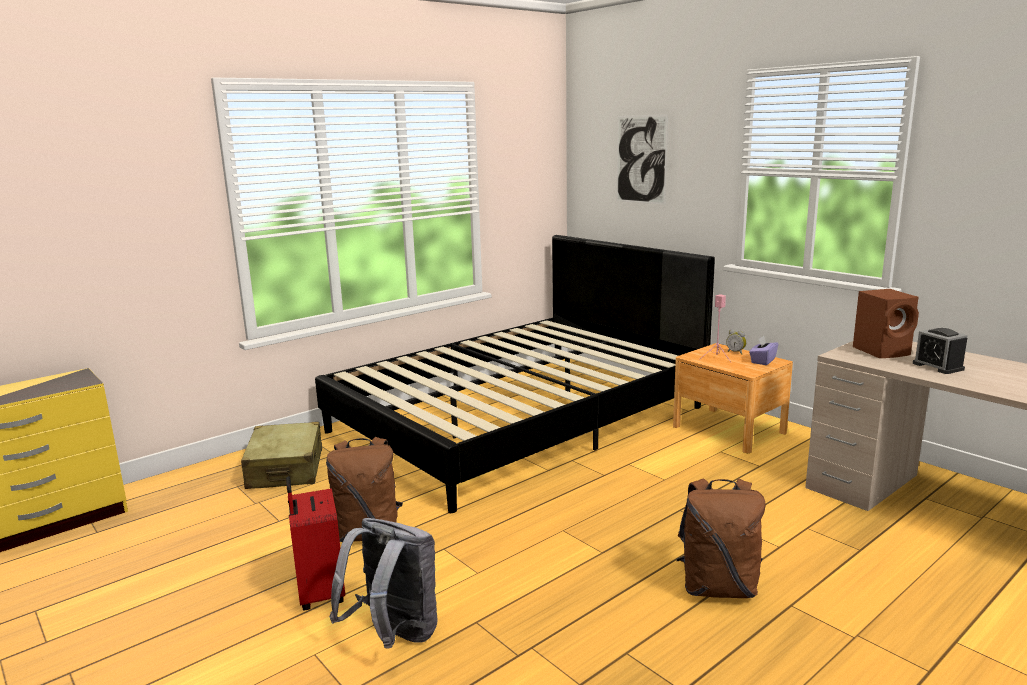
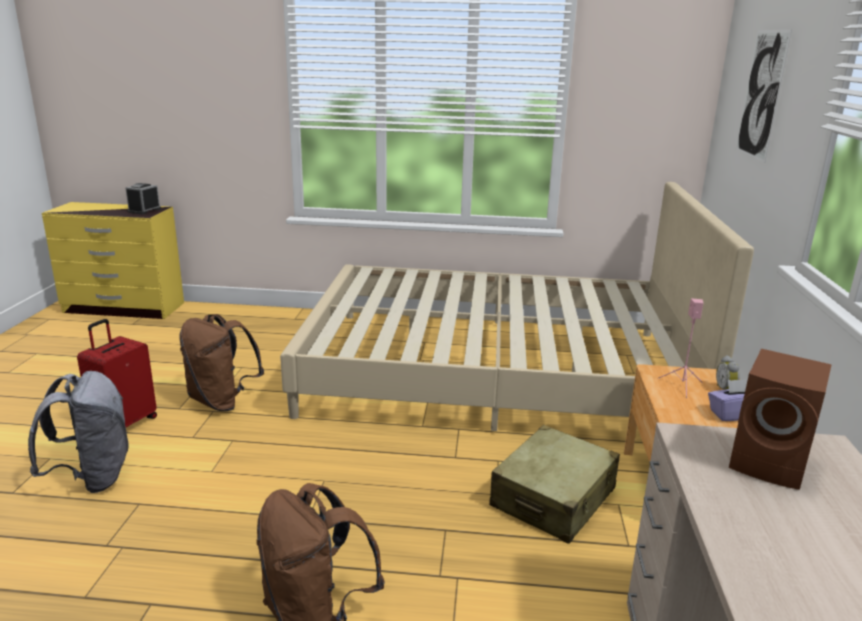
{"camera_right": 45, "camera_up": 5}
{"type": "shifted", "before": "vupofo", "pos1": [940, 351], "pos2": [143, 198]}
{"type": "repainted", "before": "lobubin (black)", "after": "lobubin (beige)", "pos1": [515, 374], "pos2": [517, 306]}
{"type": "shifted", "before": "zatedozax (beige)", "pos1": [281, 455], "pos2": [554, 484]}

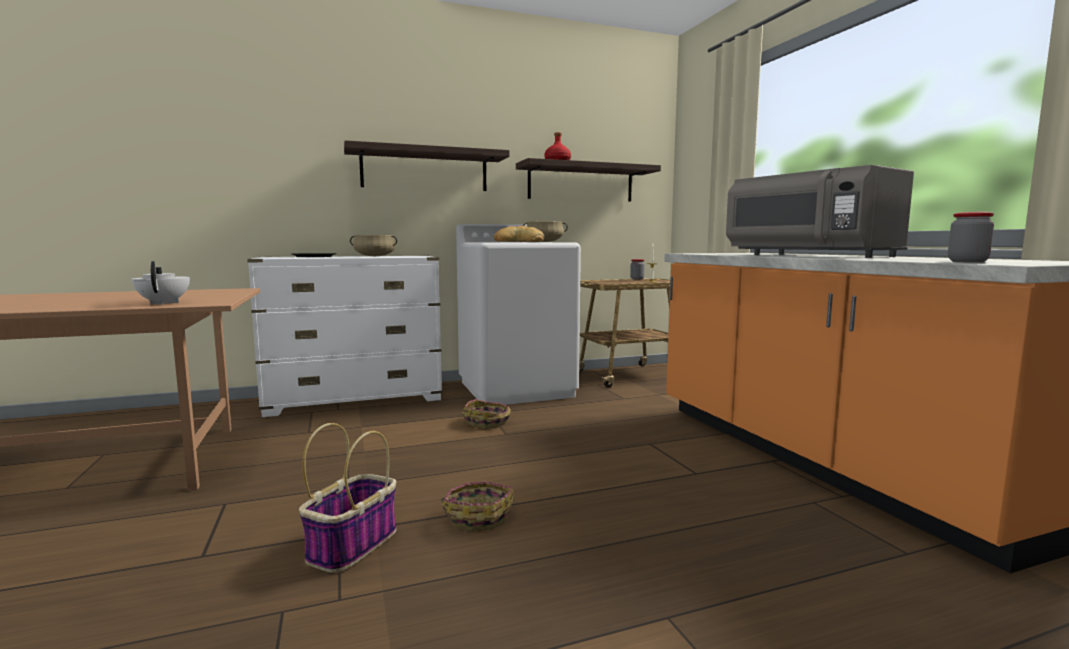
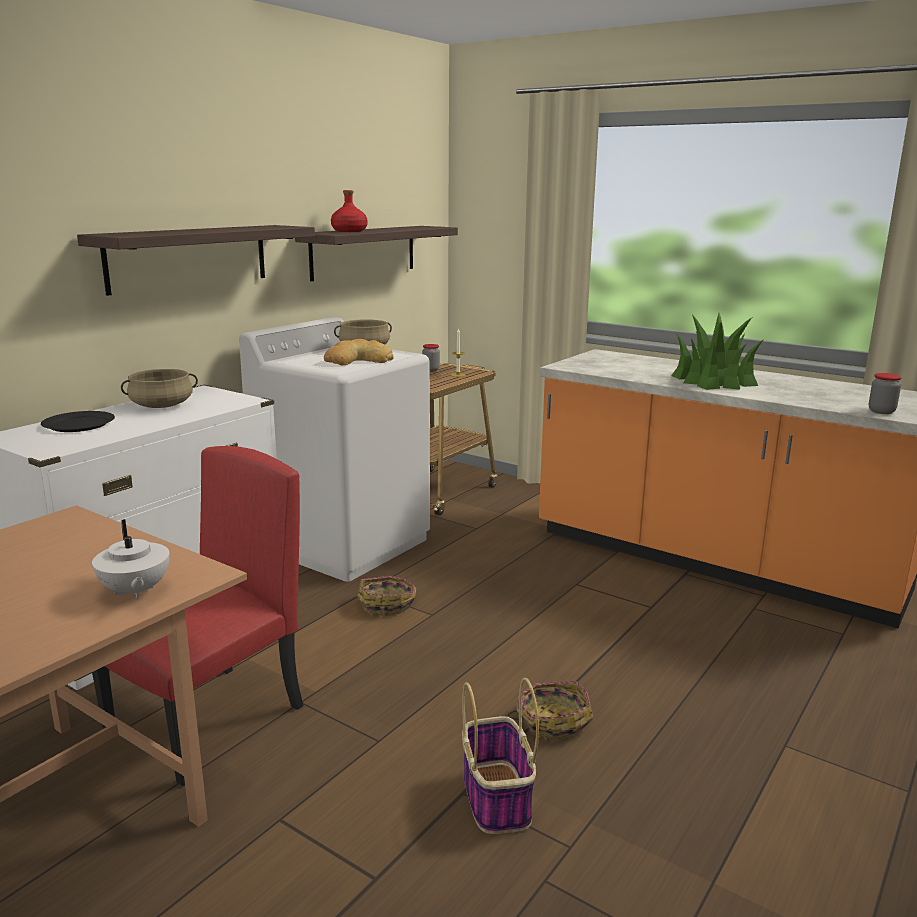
{"camera_right": -35, "camera_up": 10}
{"type": "new", "after": "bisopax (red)", "pos2": [198, 616]}
{"type": "rotated", "before": "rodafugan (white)", "pos1": [160, 283], "pos2": [131, 559], "turn": -150}
{"type": "swapped", "before": "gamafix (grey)", "after": "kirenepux", "pos1": [820, 211], "pos2": [717, 351]}

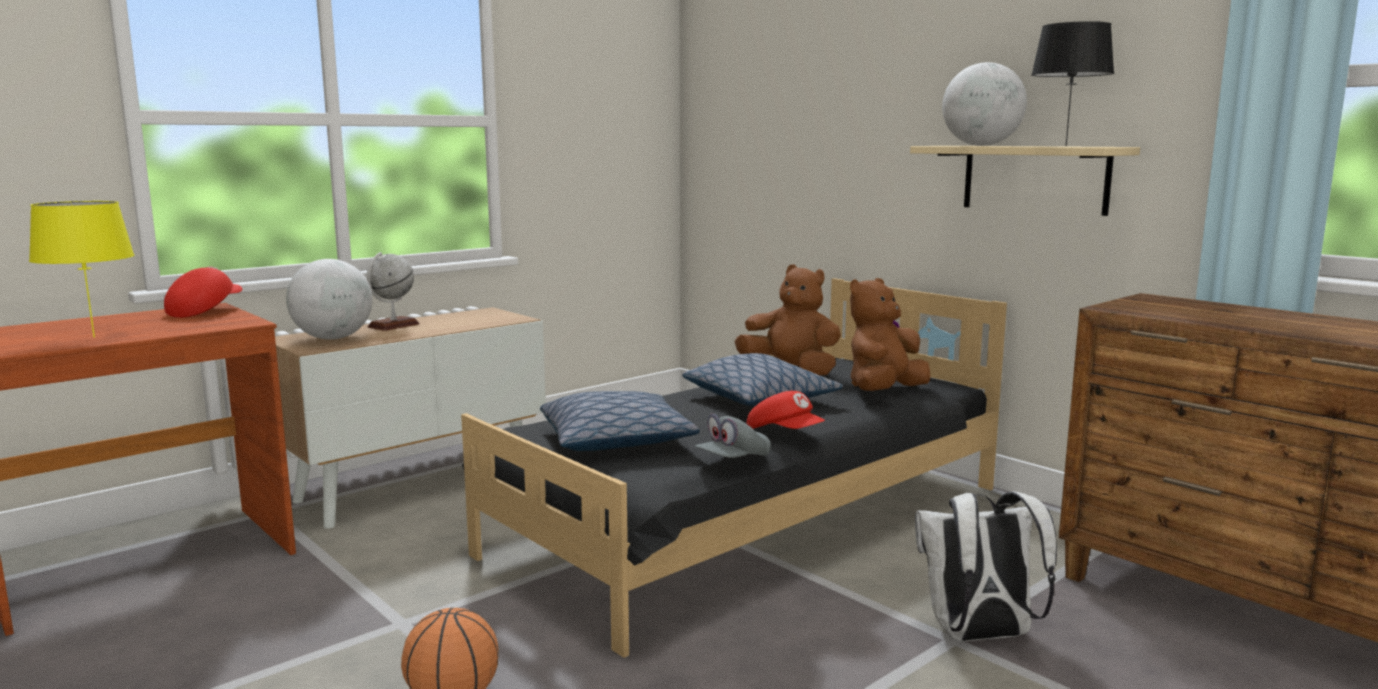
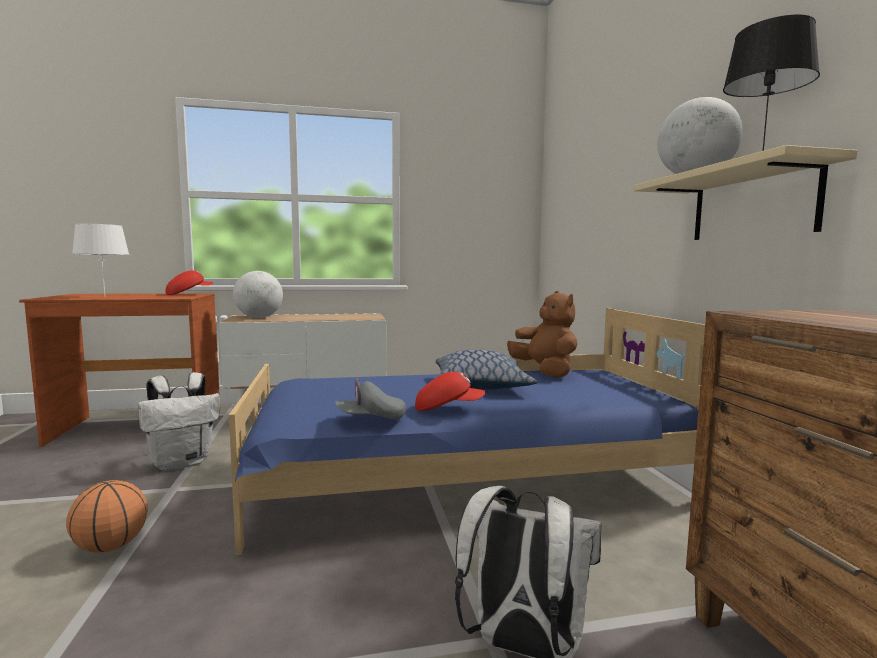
{"camera_right": 30, "camera_up": -5}
{"type": "repainted", "before": "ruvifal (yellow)", "after": "ruvifal (white)", "pos1": [82, 269], "pos2": [100, 259]}
{"type": "new", "after": "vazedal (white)", "pos2": [179, 421]}
{"type": "repainted", "before": "lobubin (black)", "after": "lobubin (blue)", "pos1": [734, 468], "pos2": [467, 431]}
{"type": "rotated", "before": "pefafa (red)", "pos1": [786, 410], "pos2": [450, 391], "turn": -75}
{"type": "gone", "before": "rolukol", "pos1": [393, 291]}
{"type": "gone", "before": "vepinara", "pos1": [620, 421]}
{"type": "gone", "before": "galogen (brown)", "pos1": [890, 334]}

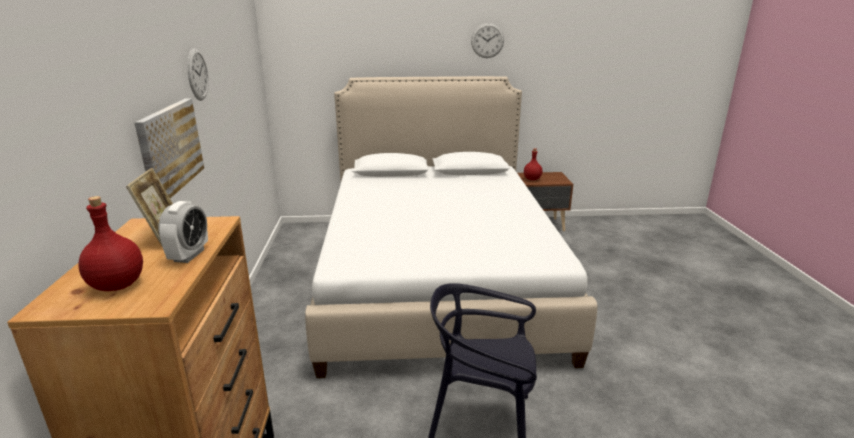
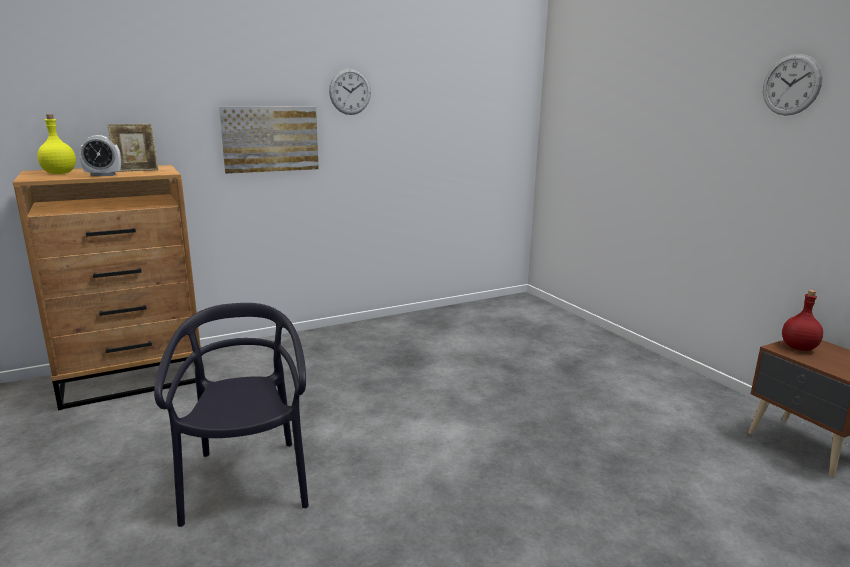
{"camera_right": 65, "camera_up": -5}
{"type": "repainted", "before": "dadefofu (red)", "after": "dadefofu (yellow)", "pos1": [110, 243], "pos2": [56, 144]}
{"type": "gone", "before": "lobubin", "pos1": [451, 227]}

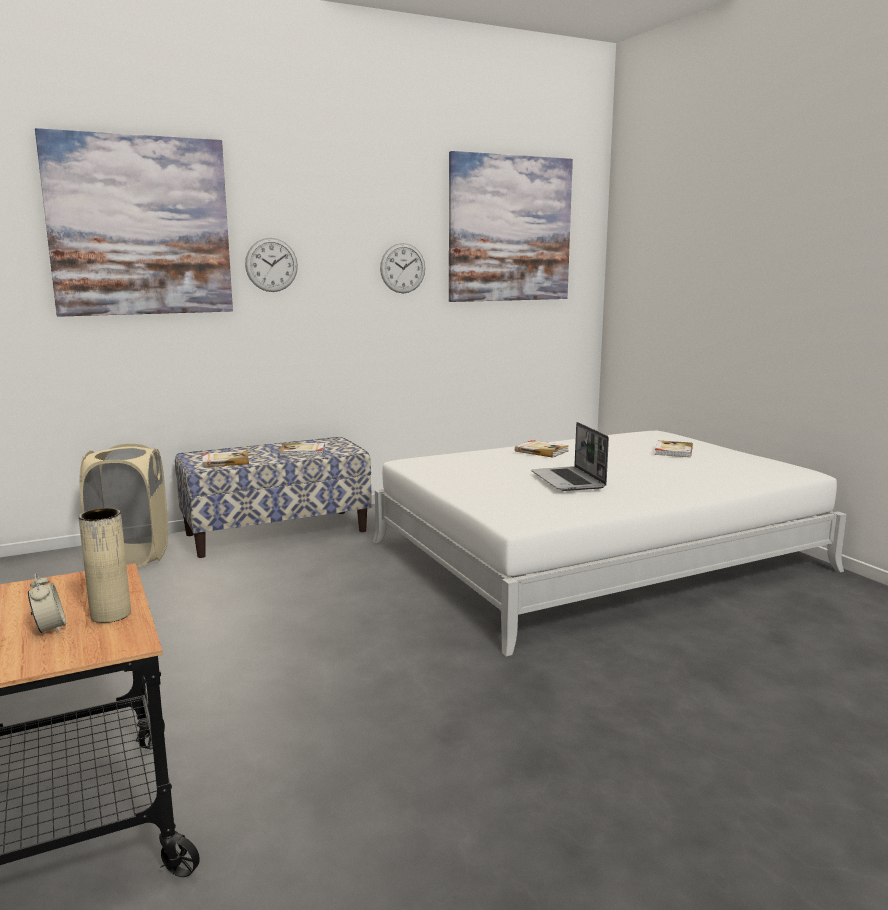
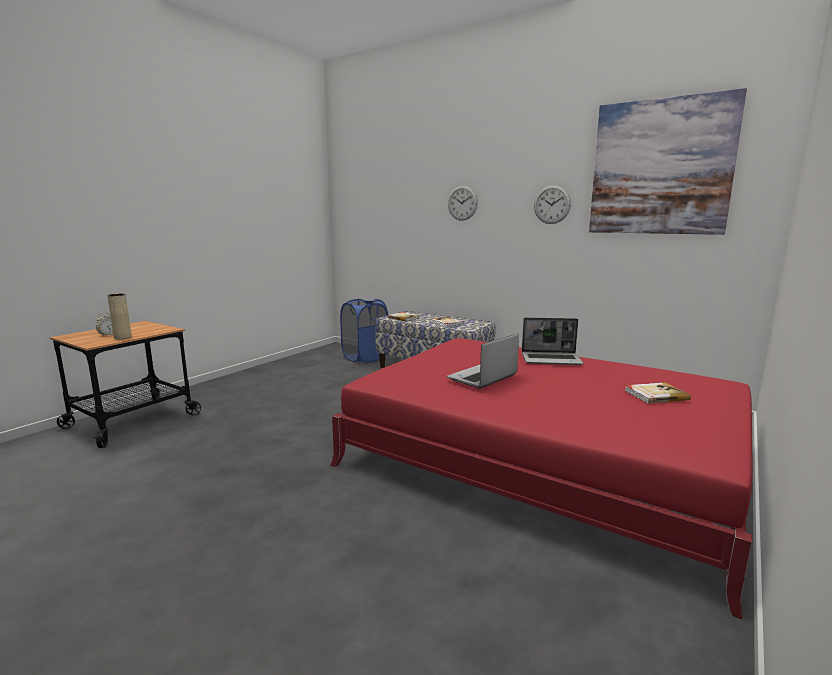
{"camera_right": 60, "camera_up": 0}
{"type": "repainted", "before": "lobubin (white)", "after": "lobubin (red)", "pos1": [610, 544], "pos2": [542, 479]}
{"type": "repainted", "before": "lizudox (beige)", "after": "lizudox (blue)", "pos1": [123, 506], "pos2": [364, 331]}
{"type": "swapped", "before": "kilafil", "after": "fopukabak", "pos1": [542, 449], "pos2": [553, 341]}
{"type": "gone", "before": "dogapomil", "pos1": [134, 222]}

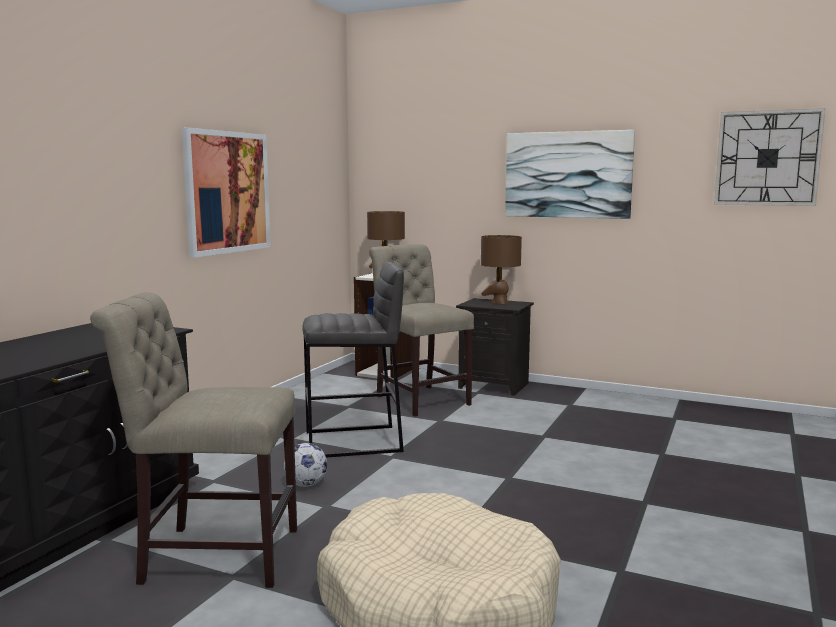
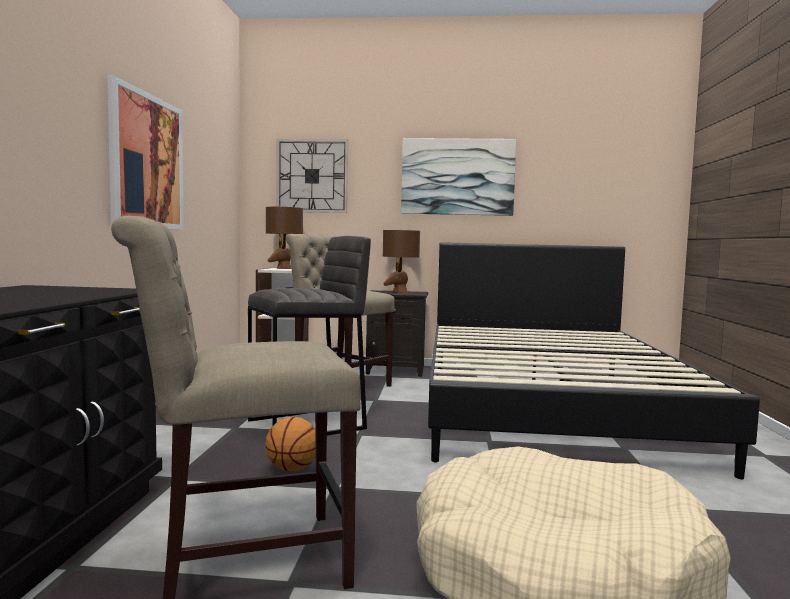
{"camera_right": -20, "camera_up": -5}
{"type": "swapped", "before": "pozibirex", "after": "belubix", "pos1": [305, 465], "pos2": [290, 444]}
{"type": "shifted", "before": "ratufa", "pos1": [770, 157], "pos2": [312, 176]}
{"type": "new", "after": "lobubin (black)", "pos2": [594, 361]}

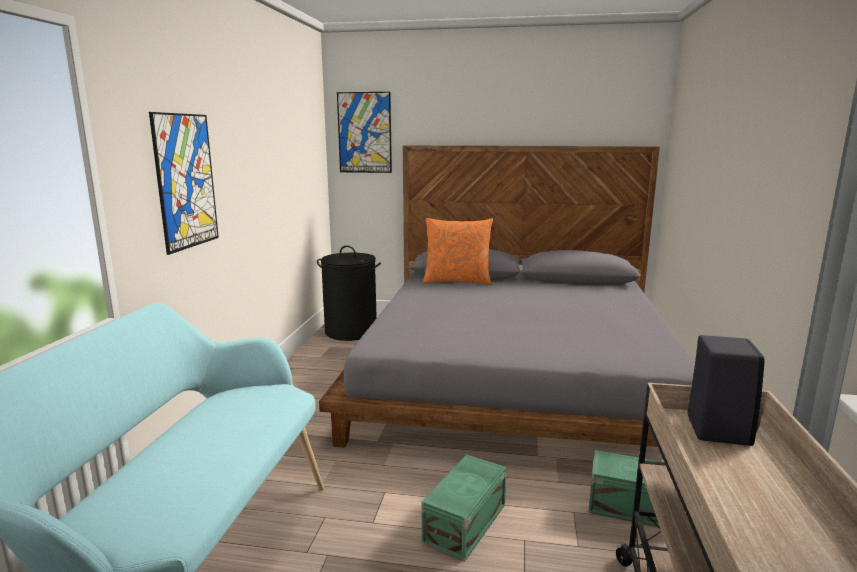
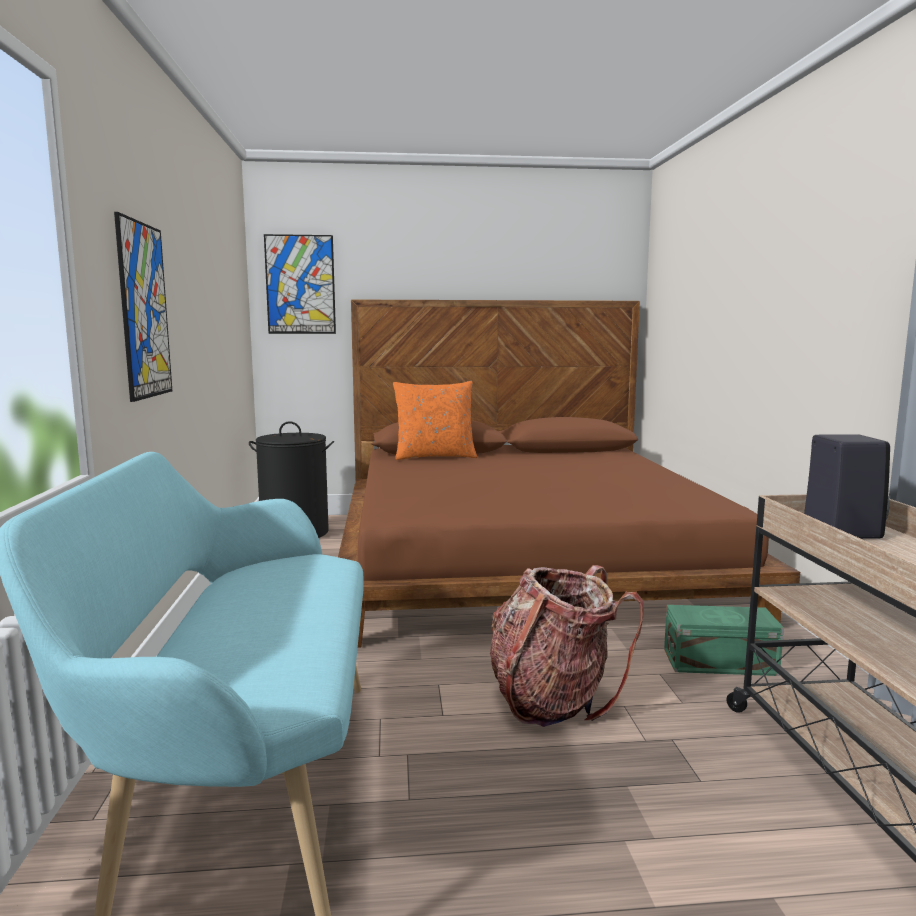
{"camera_right": -15, "camera_up": -5}
{"type": "repainted", "before": "lobubin (grey)", "after": "lobubin (brown)", "pos1": [507, 296], "pos2": [569, 473]}
{"type": "swapped", "before": "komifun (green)", "after": "vazedal", "pos1": [464, 508], "pos2": [567, 646]}

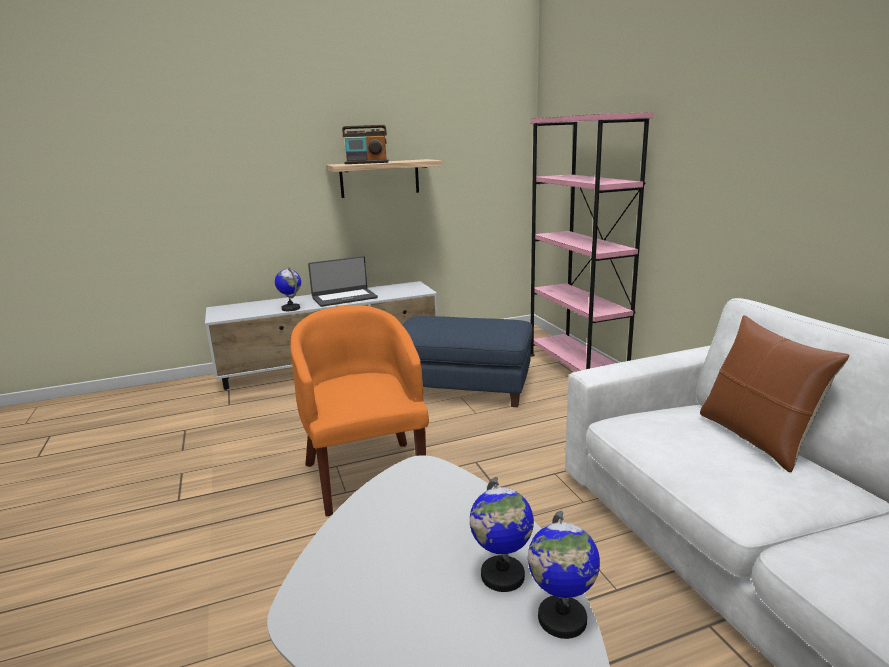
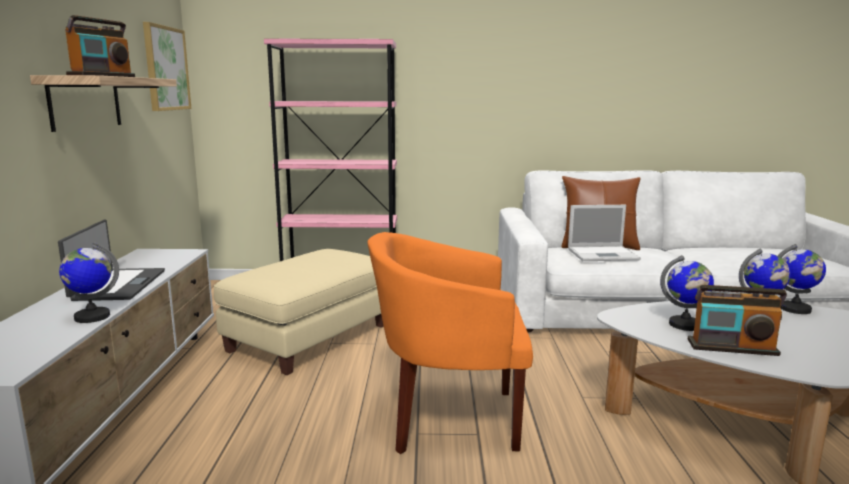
{"camera_right": -70, "camera_up": -5}
{"type": "new", "after": "dogapomil", "pos2": [167, 66]}
{"type": "repainted", "before": "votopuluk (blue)", "after": "votopuluk (beige)", "pos1": [467, 361], "pos2": [299, 312]}
{"type": "new", "after": "fopukabak", "pos2": [604, 233]}
{"type": "new", "after": "rolukol", "pos2": [687, 293]}
{"type": "new", "after": "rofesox", "pos2": [737, 320]}

